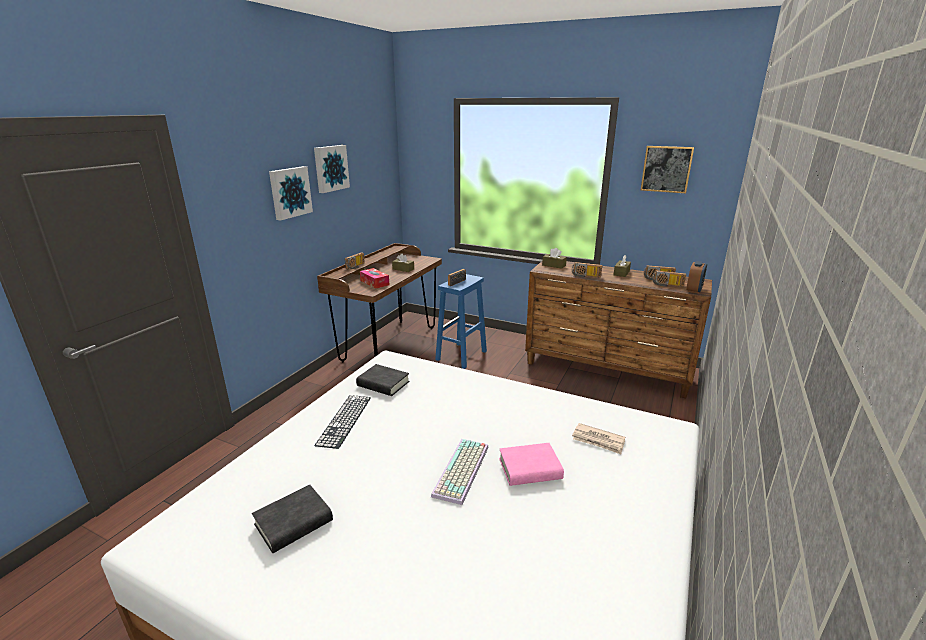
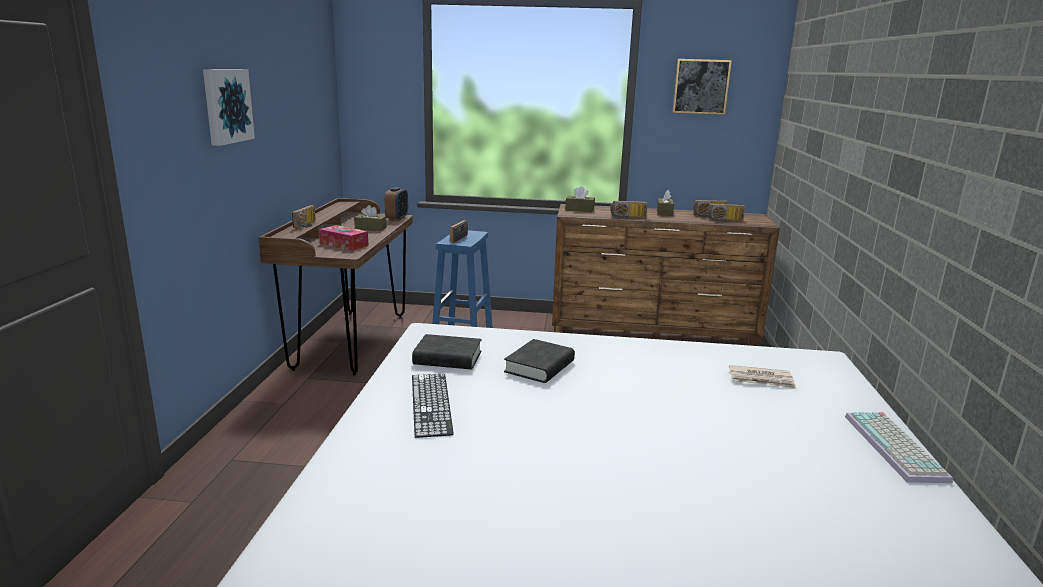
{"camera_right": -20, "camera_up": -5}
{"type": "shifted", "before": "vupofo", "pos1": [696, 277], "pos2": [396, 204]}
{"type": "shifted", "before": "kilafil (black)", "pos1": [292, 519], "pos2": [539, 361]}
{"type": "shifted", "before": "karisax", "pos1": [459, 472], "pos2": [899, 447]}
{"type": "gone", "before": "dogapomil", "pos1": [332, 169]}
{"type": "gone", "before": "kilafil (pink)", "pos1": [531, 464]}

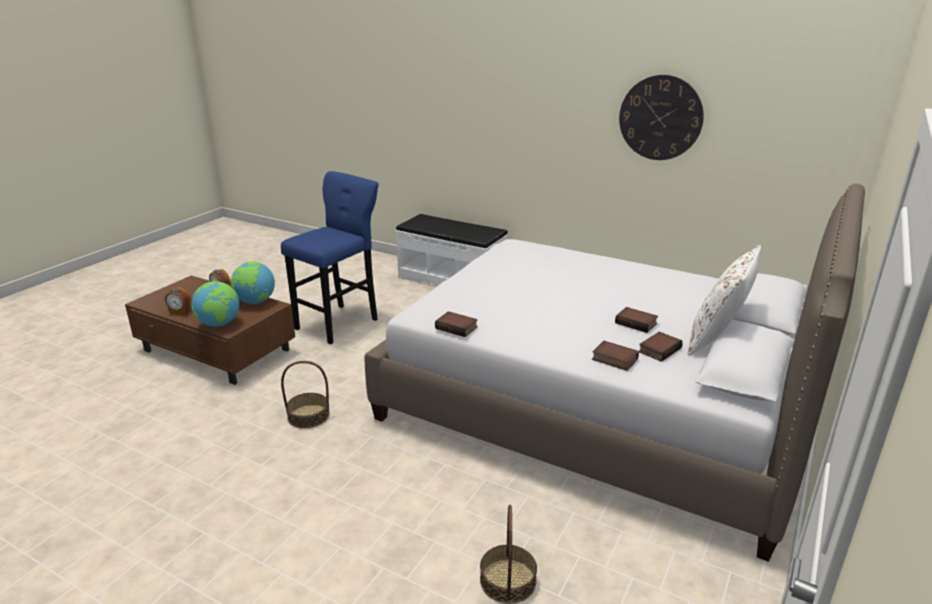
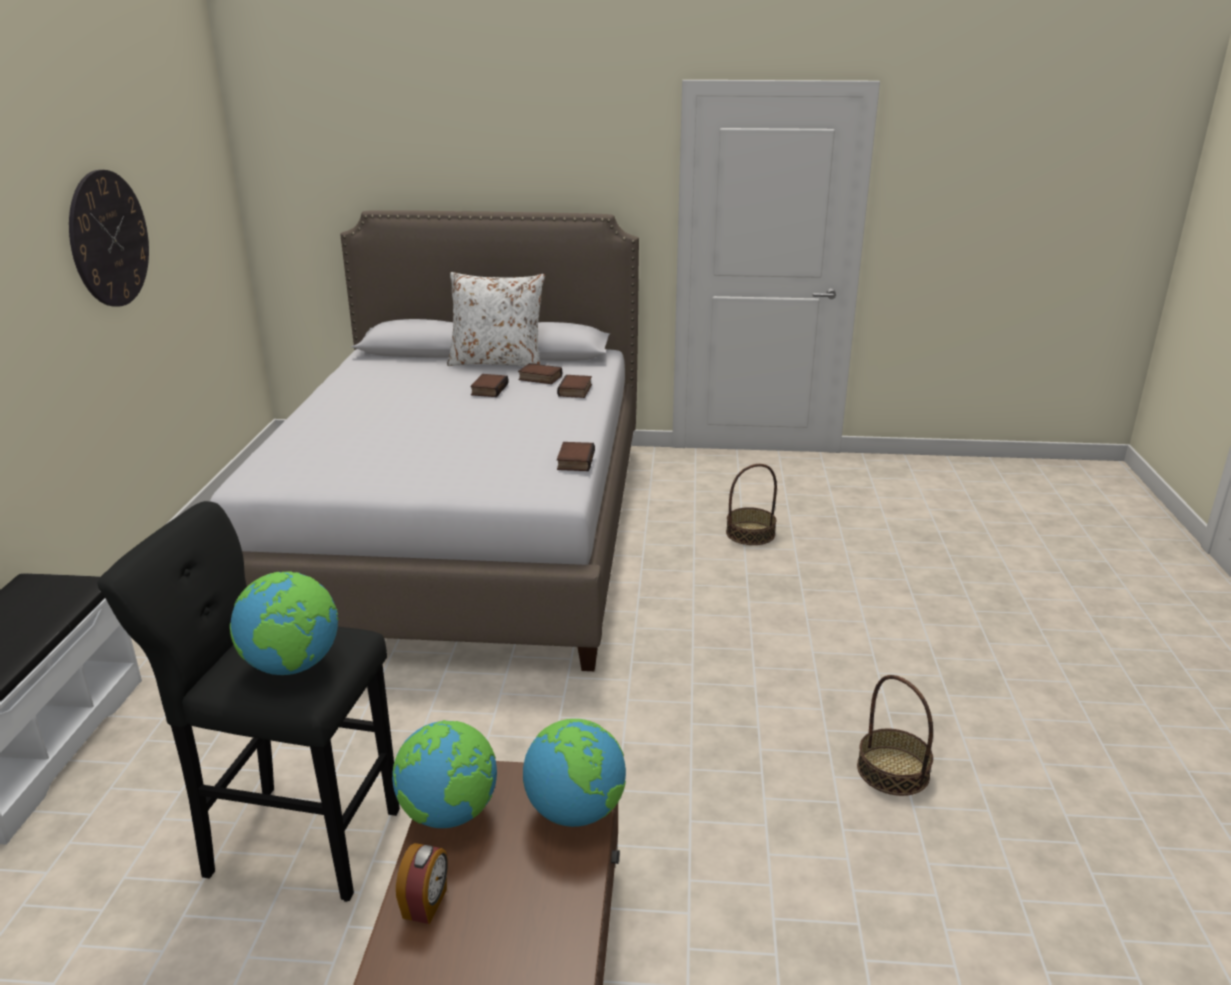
{"camera_right": -115, "camera_up": 0}
{"type": "repainted", "before": "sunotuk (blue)", "after": "sunotuk (black)", "pos1": [330, 257], "pos2": [248, 701]}
{"type": "new", "after": "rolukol", "pos2": [284, 623]}
{"type": "shifted", "before": "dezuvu", "pos1": [305, 394], "pos2": [895, 735]}
{"type": "gone", "before": "vupofo", "pos1": [178, 301]}

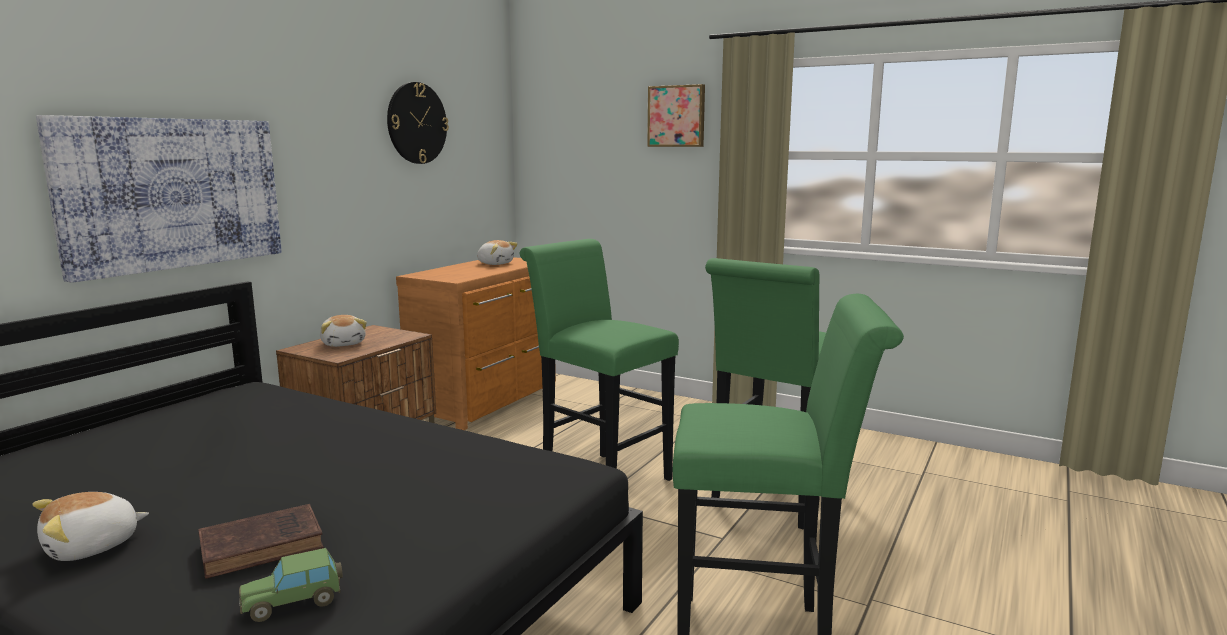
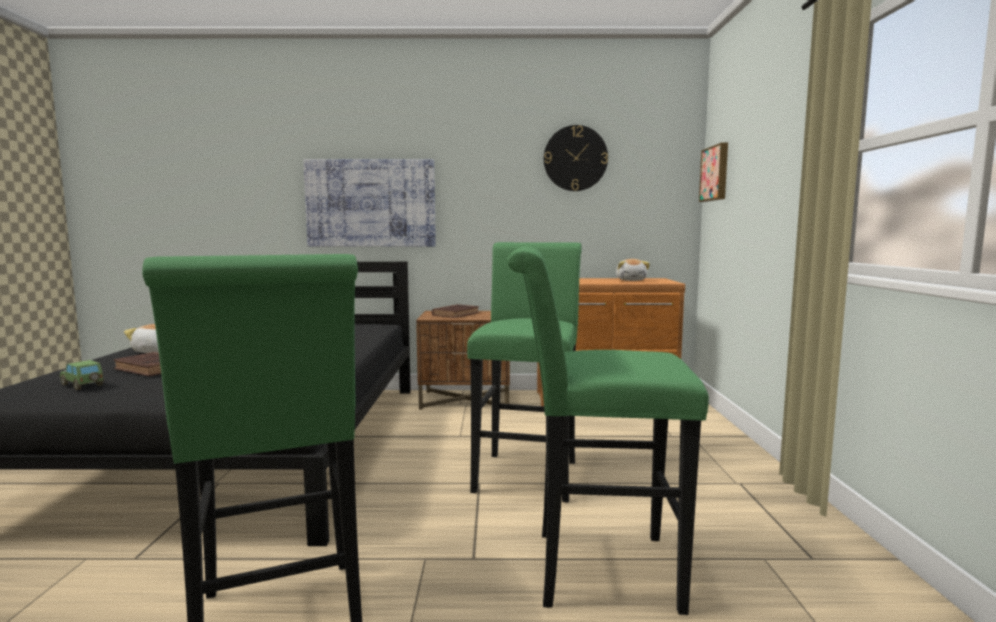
{"camera_right": 60, "camera_up": -5}
{"type": "swapped", "before": "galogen", "after": "kilafil (brown)", "pos1": [343, 331], "pos2": [455, 311]}
{"type": "shifted", "before": "dogapomil", "pos1": [676, 115], "pos2": [713, 172]}

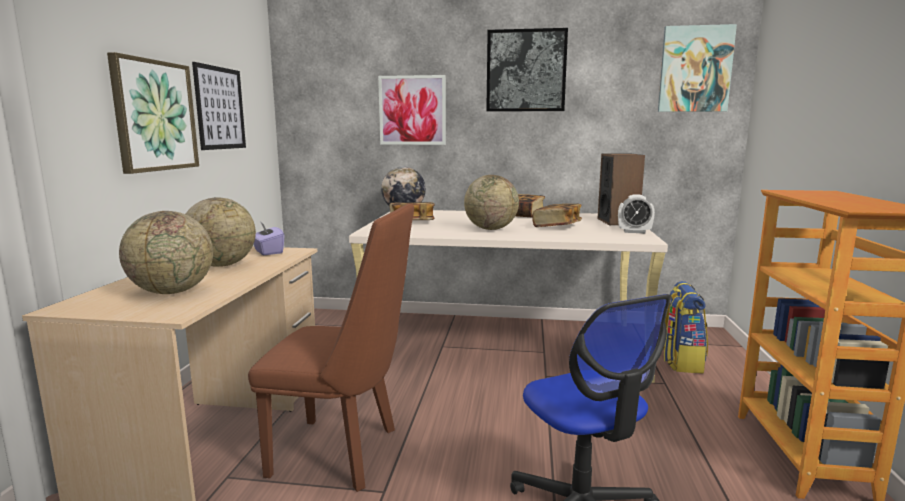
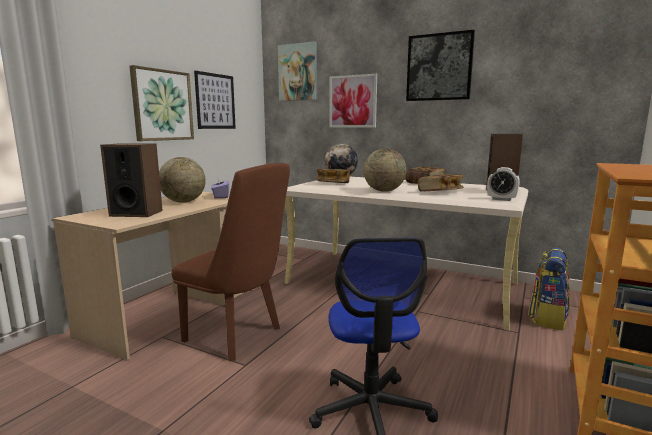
{"camera_right": 20, "camera_up": 0}
{"type": "swapped", "before": "rolukol", "after": "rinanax", "pos1": [166, 252], "pos2": [131, 180]}
{"type": "shifted", "before": "dogapomil", "pos1": [697, 68], "pos2": [297, 71]}

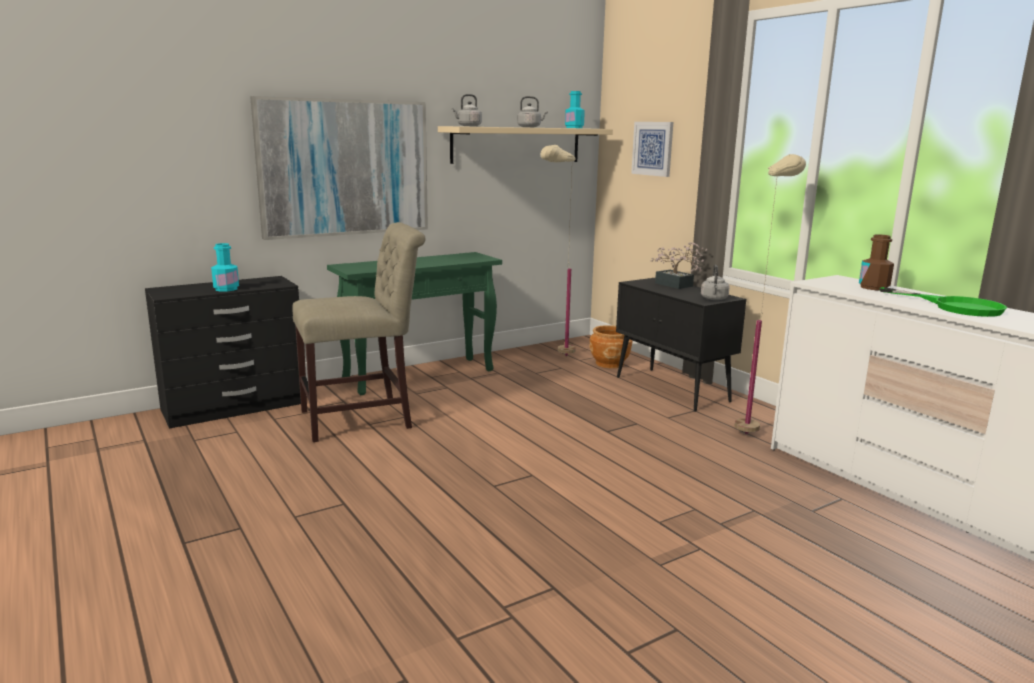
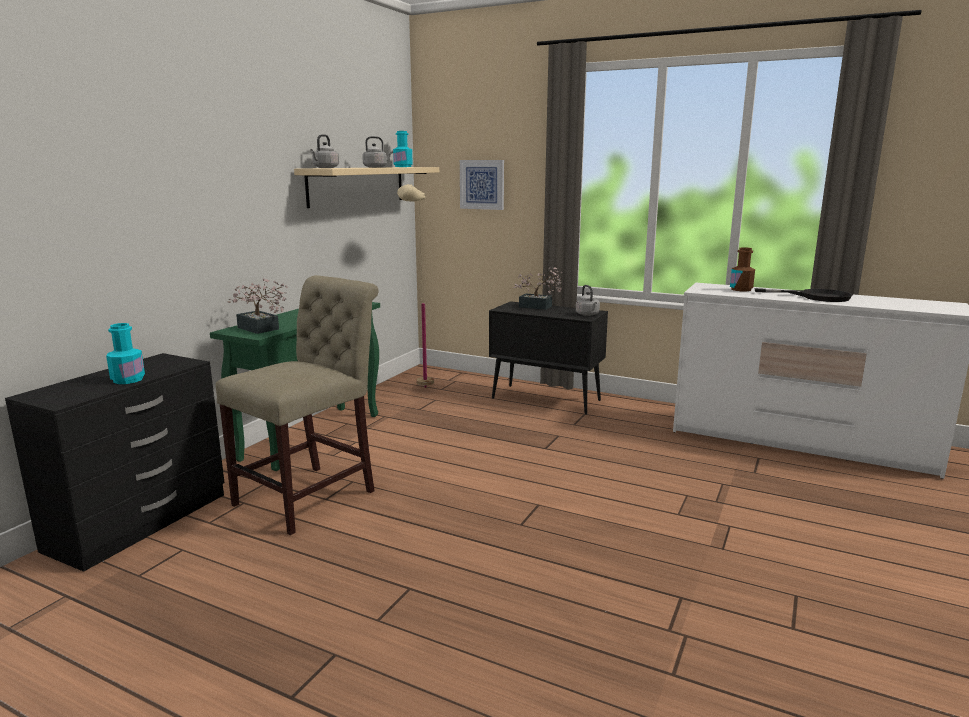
{"camera_right": -30, "camera_up": 0}
{"type": "new", "after": "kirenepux", "pos2": [257, 306]}
{"type": "repainted", "before": "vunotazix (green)", "after": "vunotazix (black)", "pos1": [943, 302], "pos2": [804, 295]}
{"type": "gone", "before": "dogapomil", "pos1": [339, 168]}
{"type": "gone", "before": "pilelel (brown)", "pos1": [611, 346]}
{"type": "gone", "before": "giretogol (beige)", "pos1": [770, 294]}

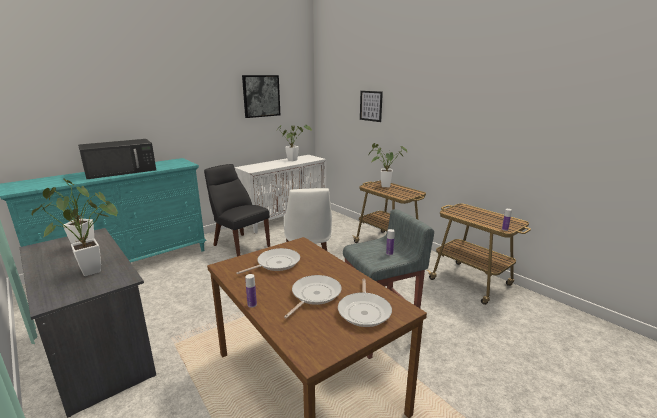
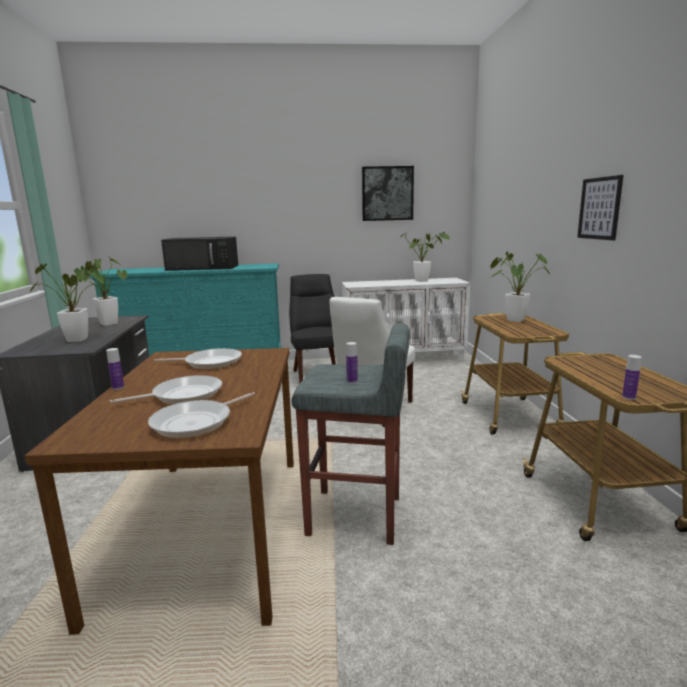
{"camera_right": 35, "camera_up": -5}
{"type": "shifted", "before": "dogapomil", "pos1": [371, 106], "pos2": [600, 207]}

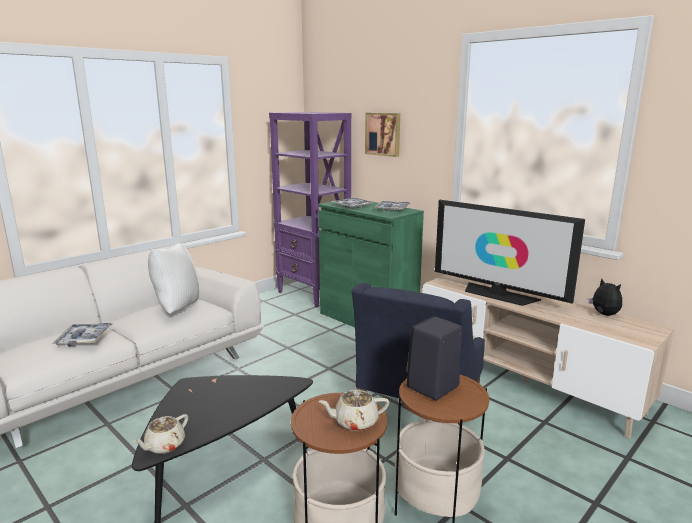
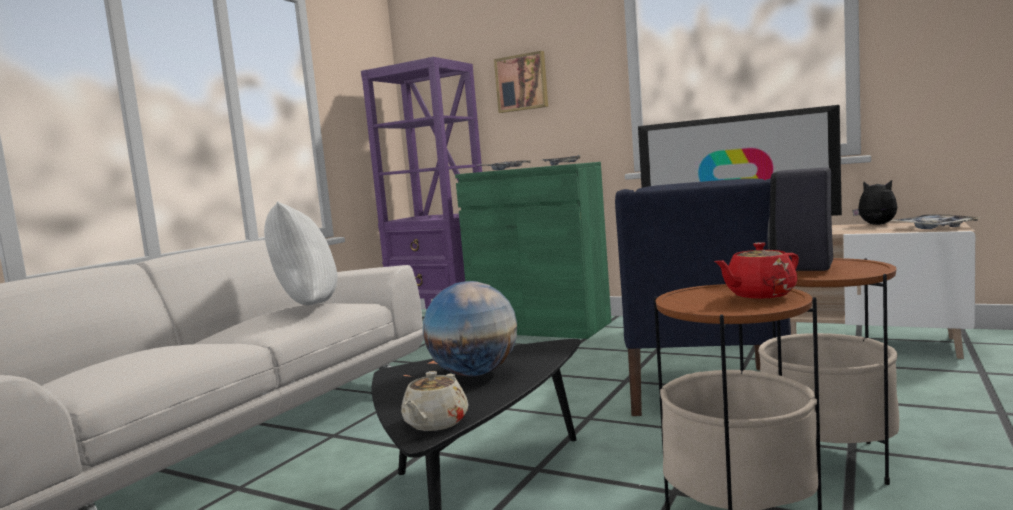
{"camera_right": -15, "camera_up": -10}
{"type": "new", "after": "rolukol", "pos2": [470, 329]}
{"type": "repainted", "before": "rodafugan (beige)", "after": "rodafugan (red)", "pos1": [353, 410], "pos2": [756, 270]}
{"type": "shifted", "before": "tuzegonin", "pos1": [82, 334], "pos2": [936, 221]}

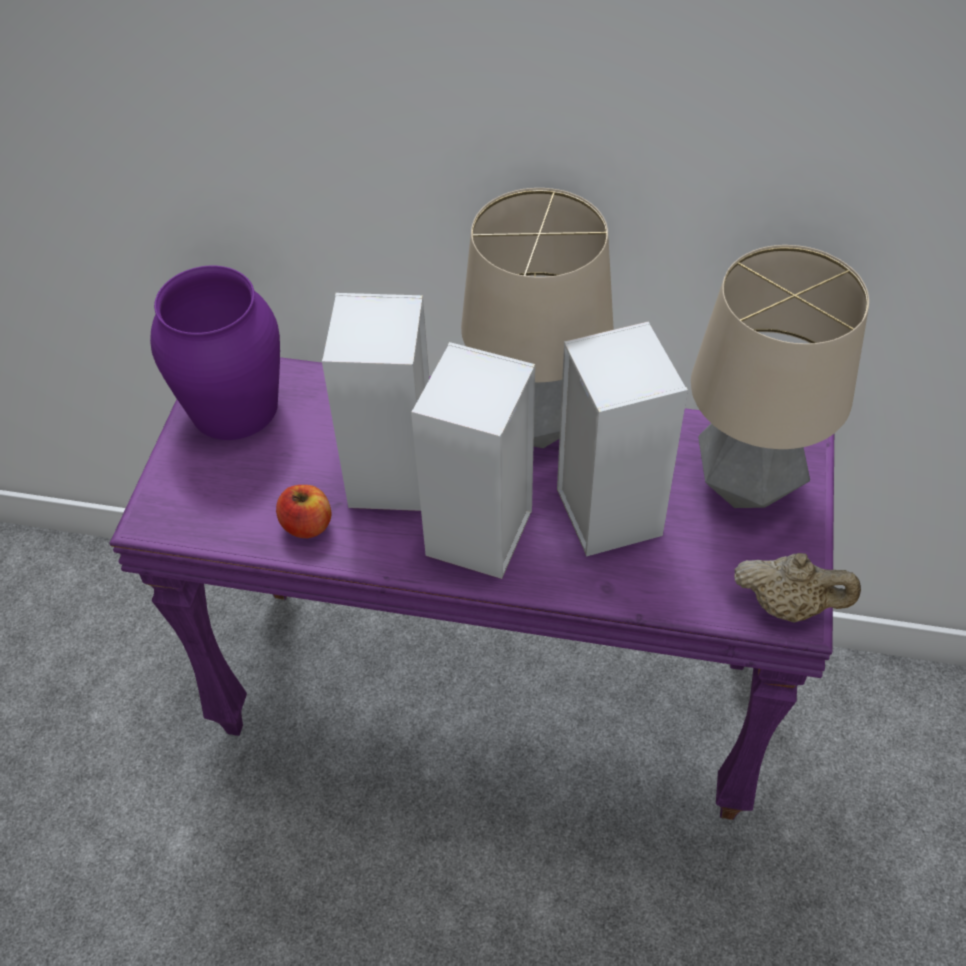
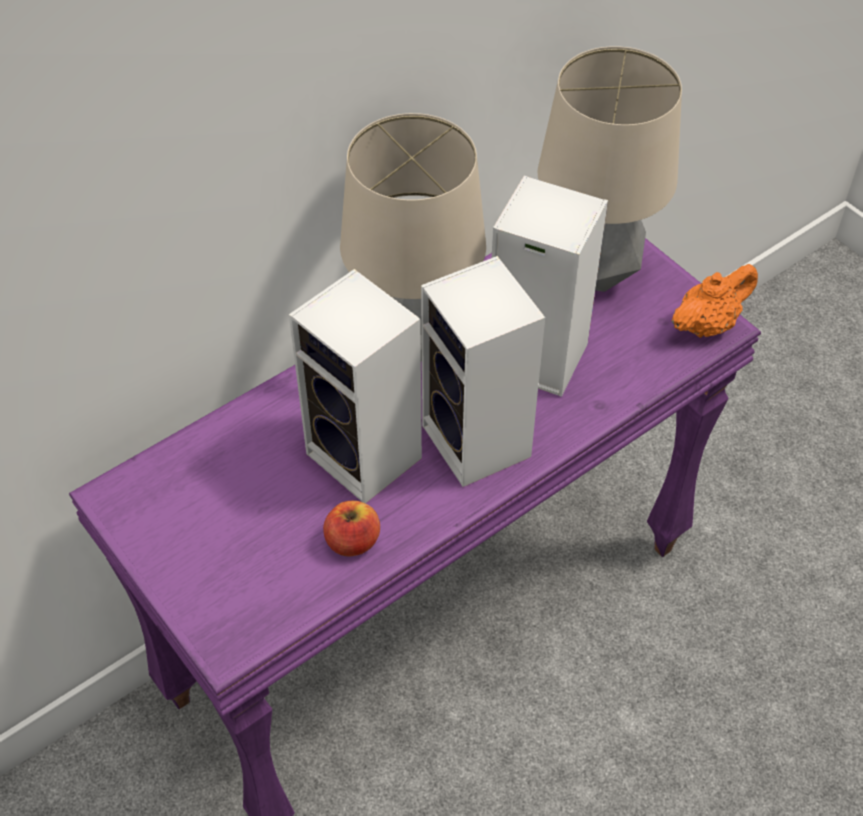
{"camera_right": -50, "camera_up": 0}
{"type": "repainted", "before": "rodafugan (beige)", "after": "rodafugan (orange)", "pos1": [797, 588], "pos2": [714, 301]}
{"type": "gone", "before": "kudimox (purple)", "pos1": [215, 353]}

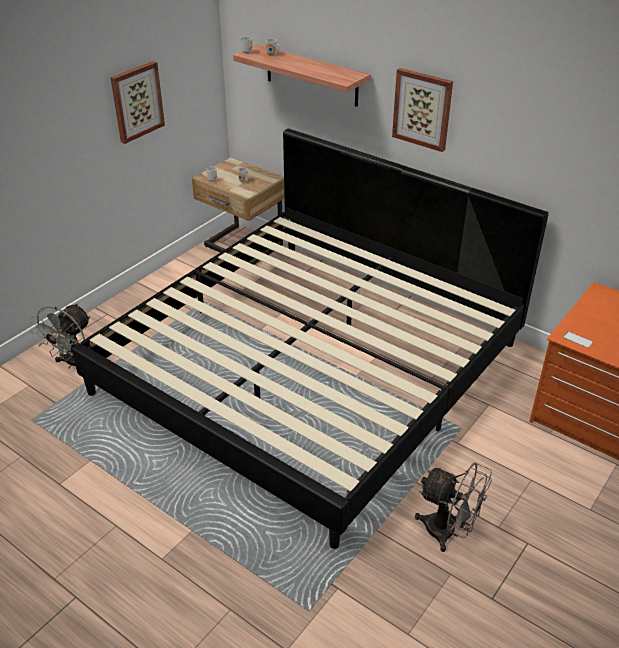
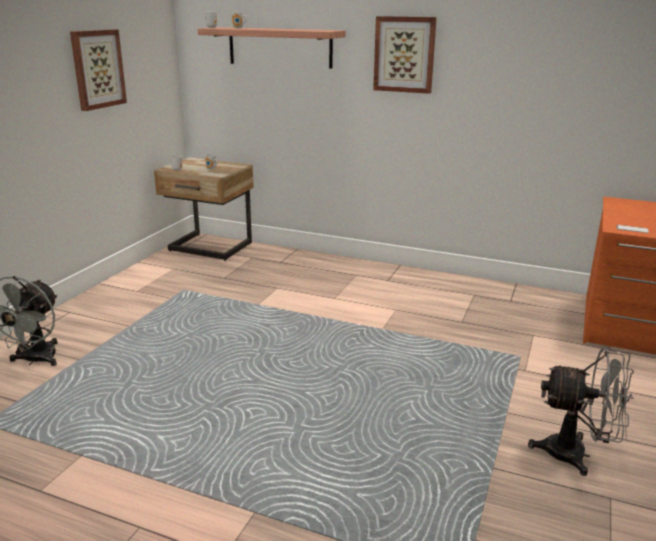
{"camera_right": -15, "camera_up": -15}
{"type": "gone", "before": "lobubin", "pos1": [310, 339]}

